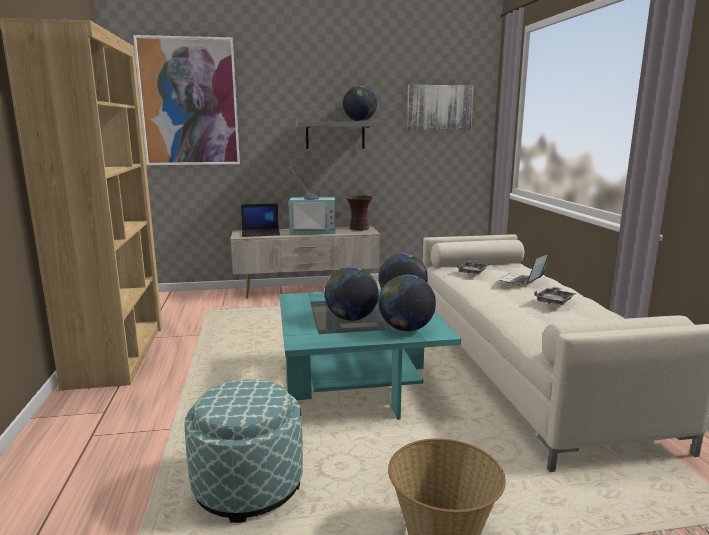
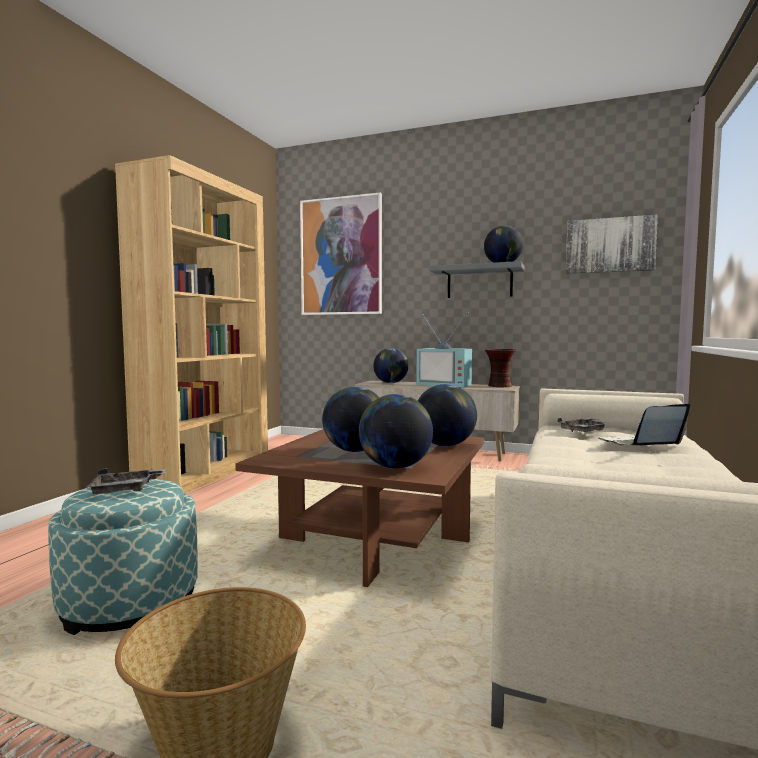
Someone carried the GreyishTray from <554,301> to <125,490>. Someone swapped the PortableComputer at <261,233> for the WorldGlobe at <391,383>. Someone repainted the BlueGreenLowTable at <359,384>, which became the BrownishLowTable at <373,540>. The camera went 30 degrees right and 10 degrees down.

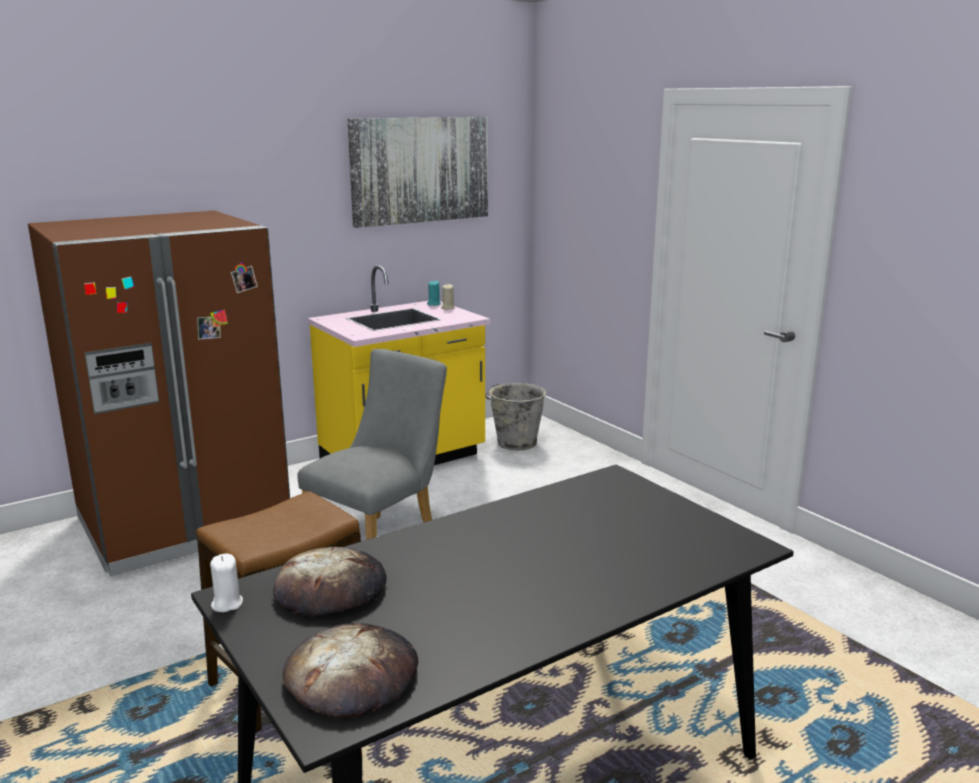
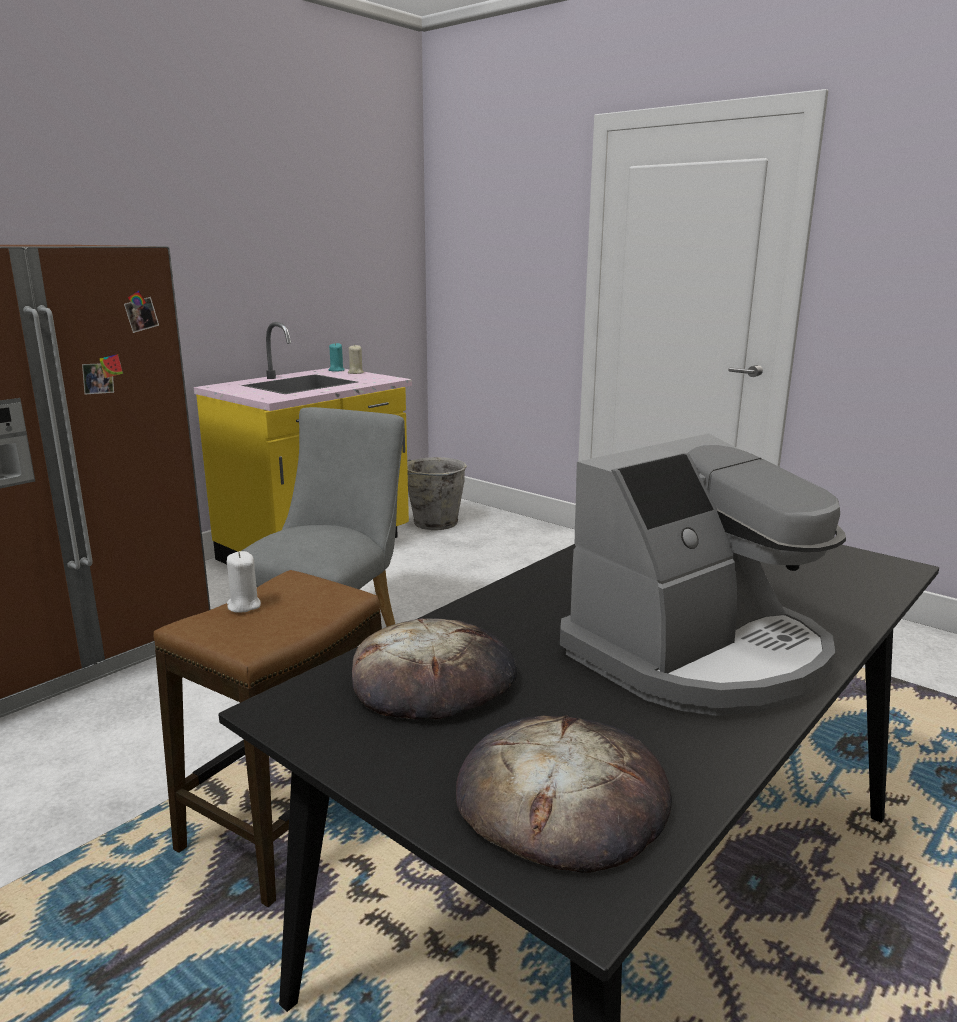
Someone took away the WallArt at <420,170>. Someone put down the CoffeeBrewer at <698,655>. Someone carried the WhitishWaxCandle from <227,604> to <243,605>. The camera went 15 degrees left and 0 degrees up.

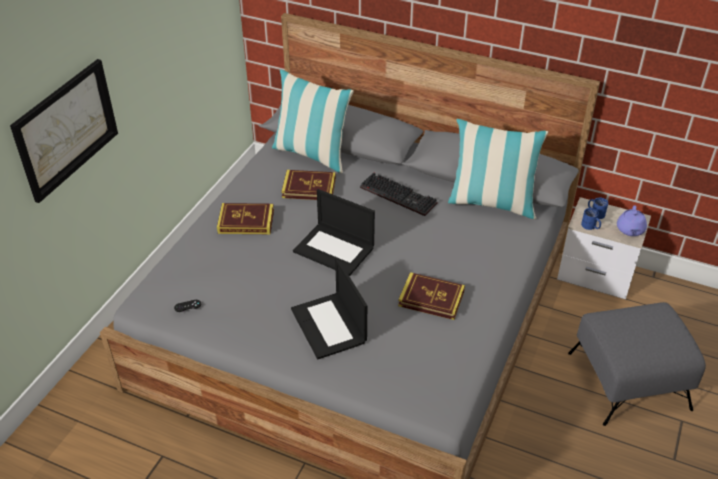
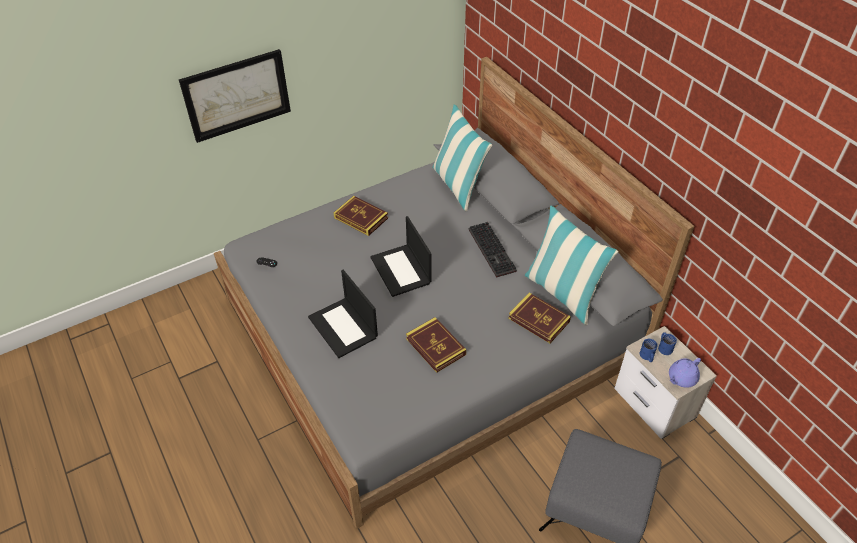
Someone carried the Book from <309,188> to <538,320>. Someone rotated the PortableComputer at <329,326> by 45 degrees counterclockwise. The camera went 35 degrees right and 5 degrees up.

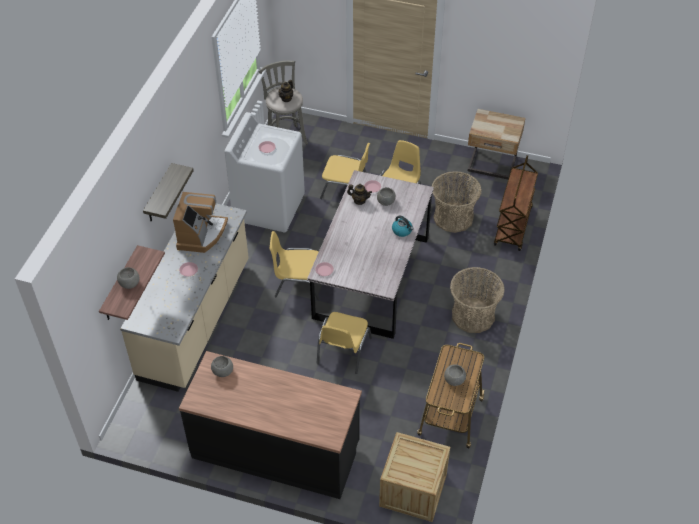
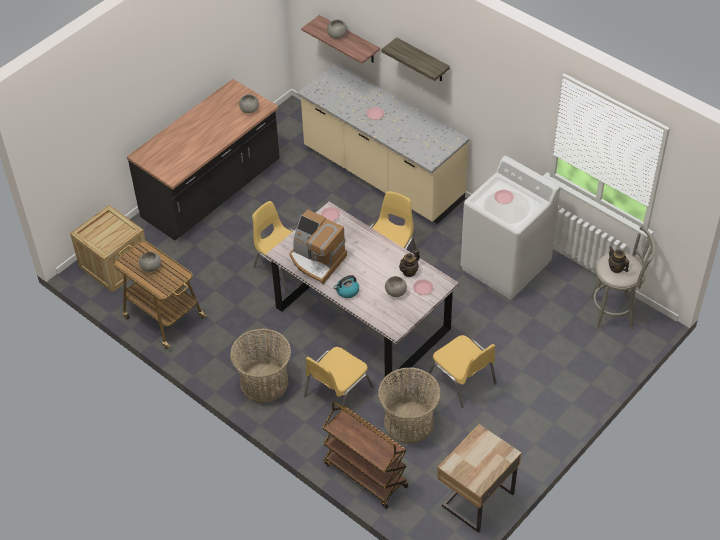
Someone carried the CoffeeBrewer from <201,234> to <316,260>. Someone carried the YellowishUprightChair from <346,189> to <337,392>. The camera went 115 degrees right and 0 degrees up.

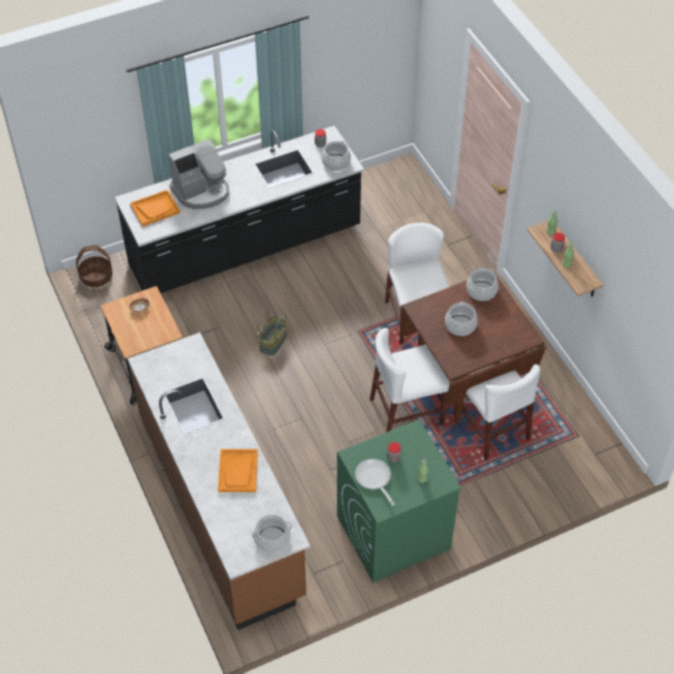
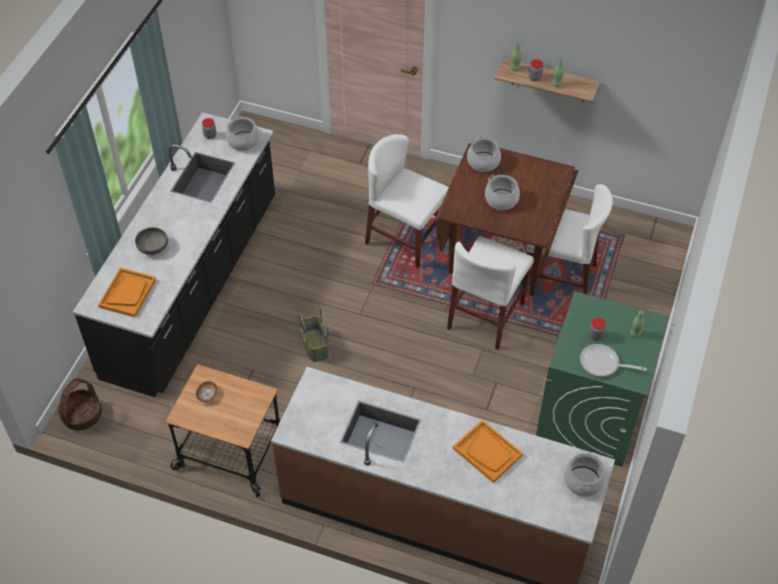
Someone swapped the CoffeeBrewer at <202,191> for the GreyishDeepDish at <153,247>. The camera went 45 degrees left and 0 degrees up.

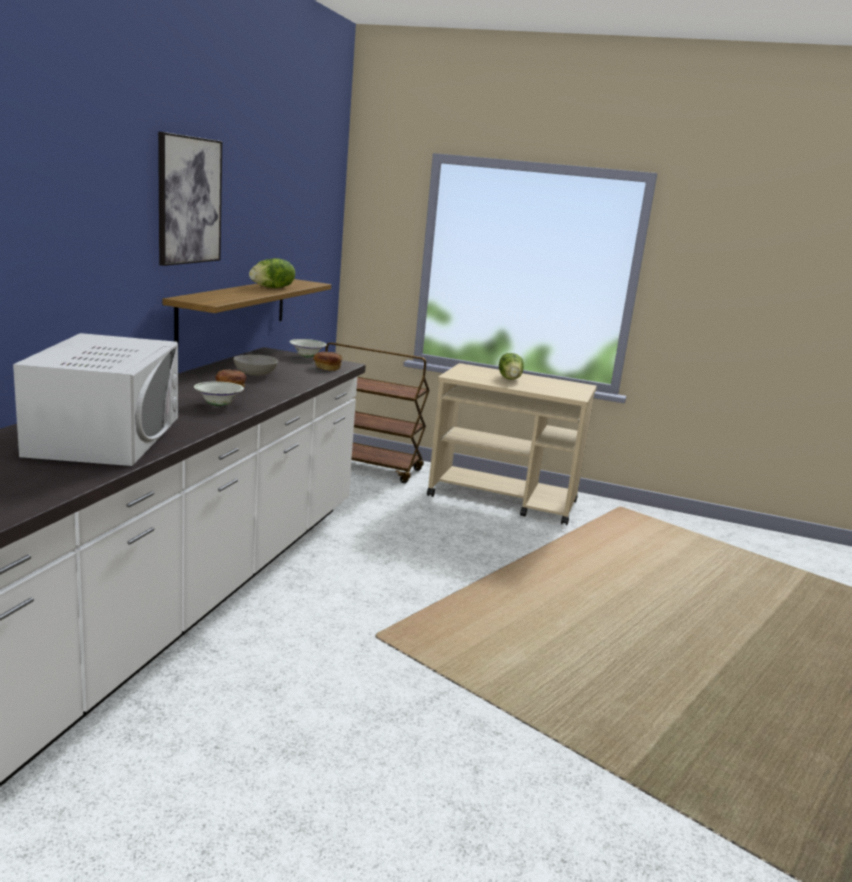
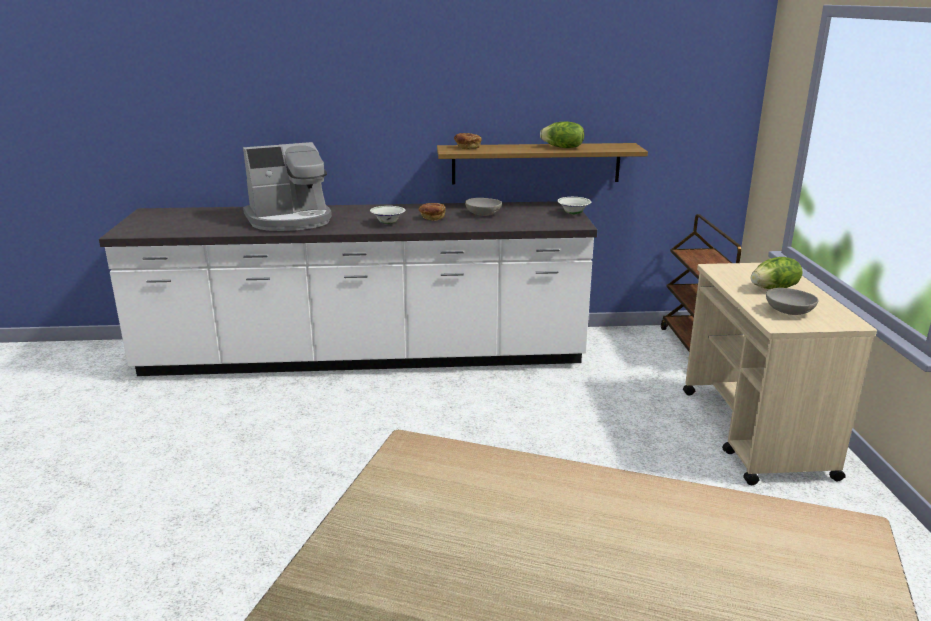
Someone took away the WallArt at <189,200>. Someone put down the GreyishDeepDish at <788,312>. Someone carried the BakedBread from <327,368> to <467,147>. Someone swapped the WhitishKitchenMicrowave at <106,436> for the CoffeeBrewer at <290,220>. The camera went 70 degrees right and 5 degrees up.

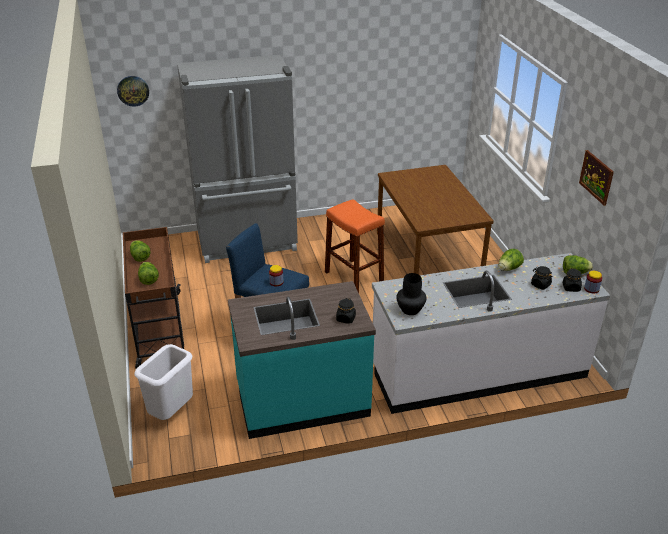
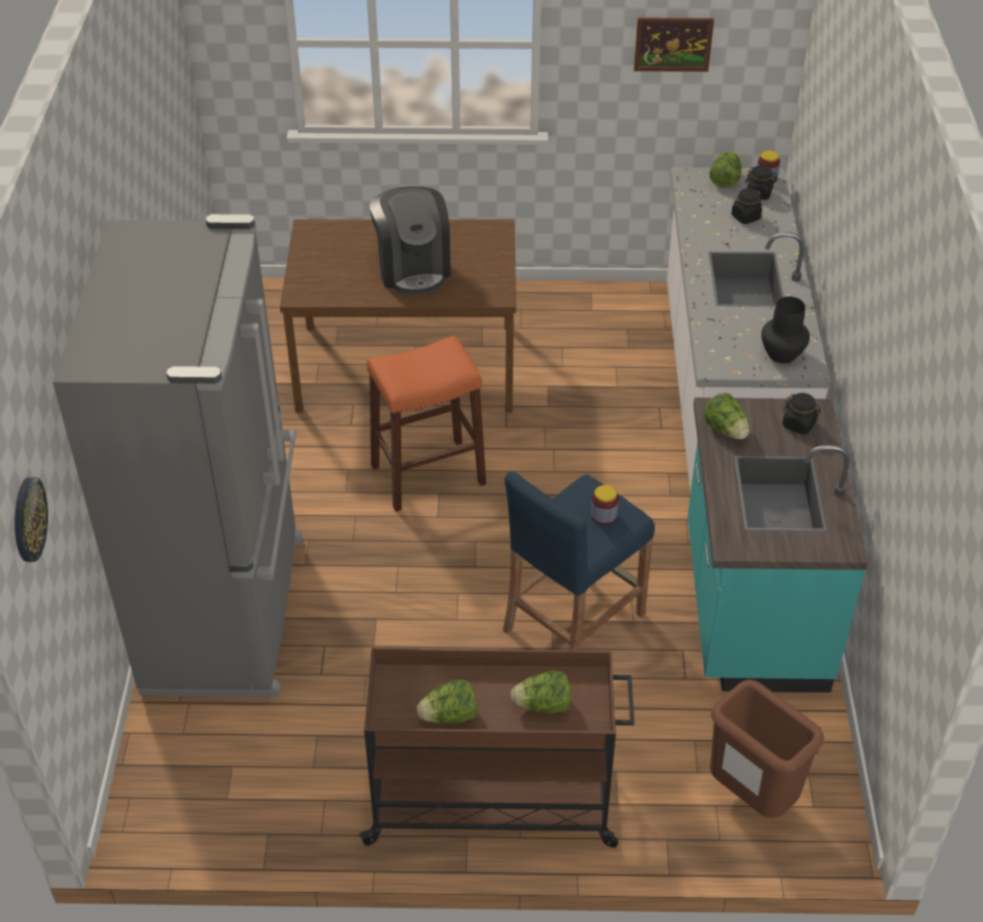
Someone put down the CoffeeBrewer at <413,269>. Someone carried the LettuceHead from <508,269> to <726,430>. Someone repainted the WhitishTrashCan at <171,413>, which became the BrownishTrashCan at <749,797>. The camera went 75 degrees left and 10 degrees up.

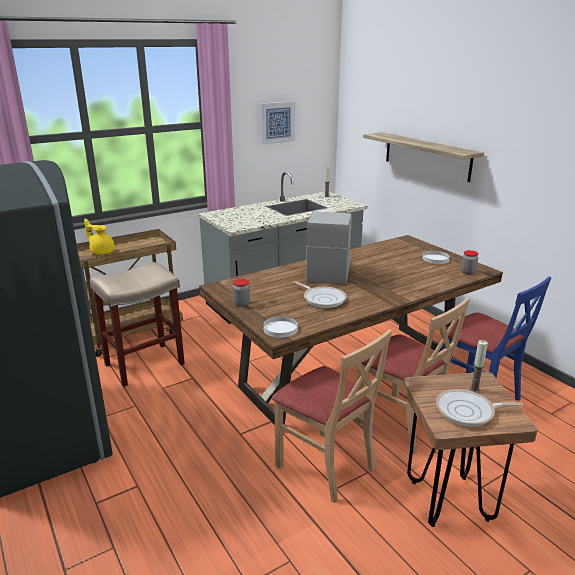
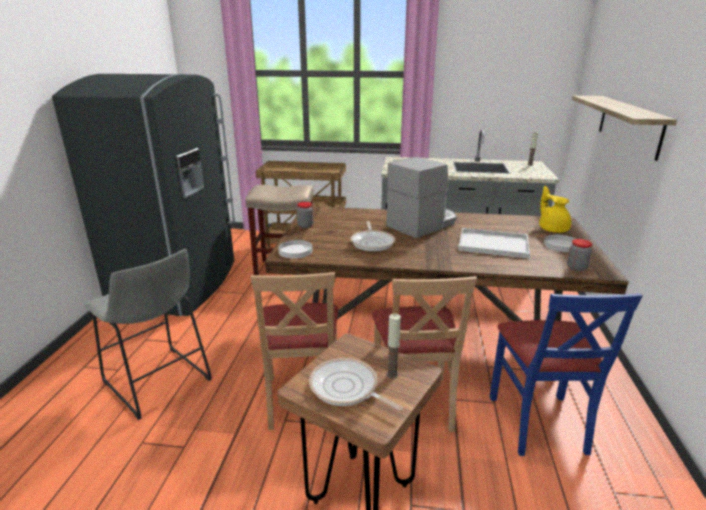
Someone took away the WallArt at <277,122>. Someone put down the GreyishStoolSeat at <159,384>. Someone put down the WhitishTray at <491,244>. Someone carried the YellowishTeapot from <102,252> to <552,229>. The camera went 40 degrees right and 0 degrees up.

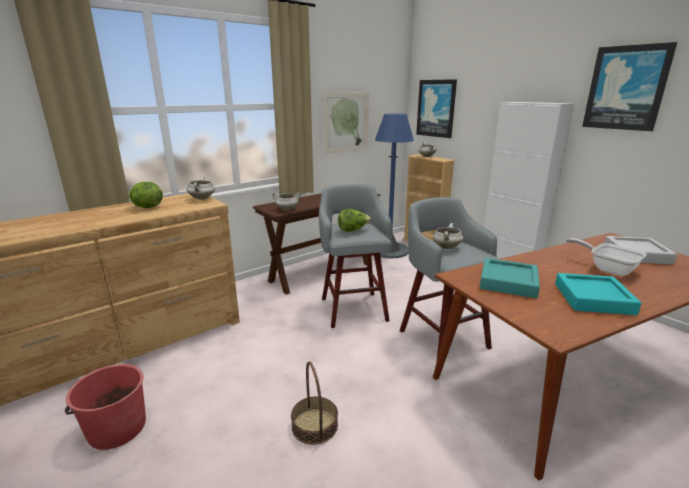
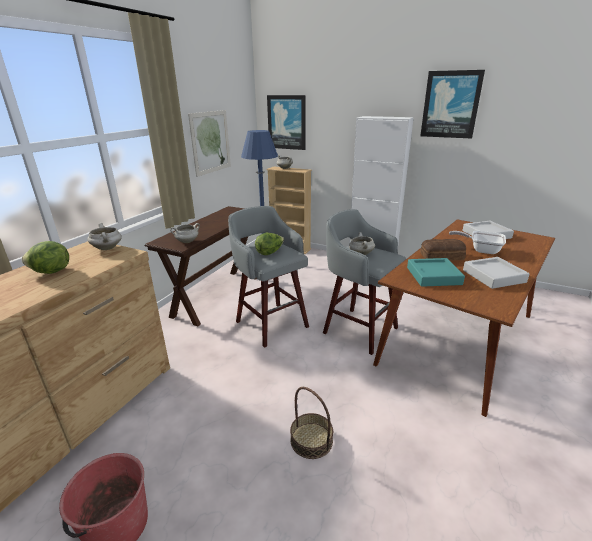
Someone put down the BakedBread at <442,257>. Someone repainted the BlueGreenTray at <593,299>, which became the GreyishTray at <493,276>. The camera went 25 degrees left and 5 degrees up.

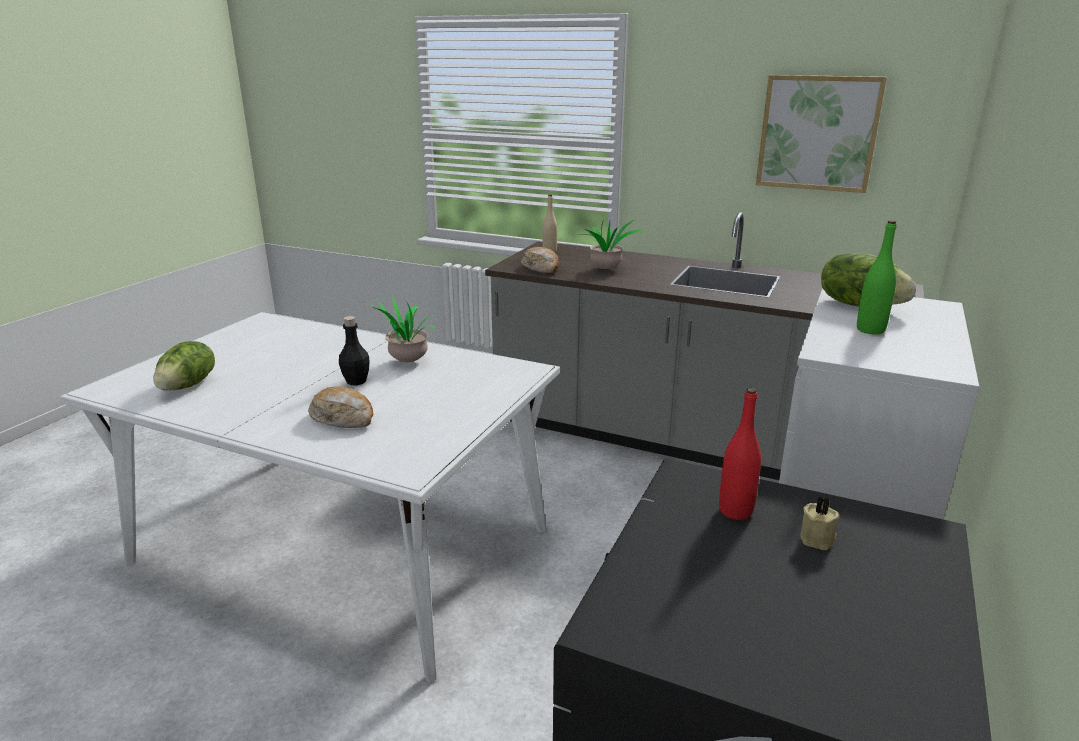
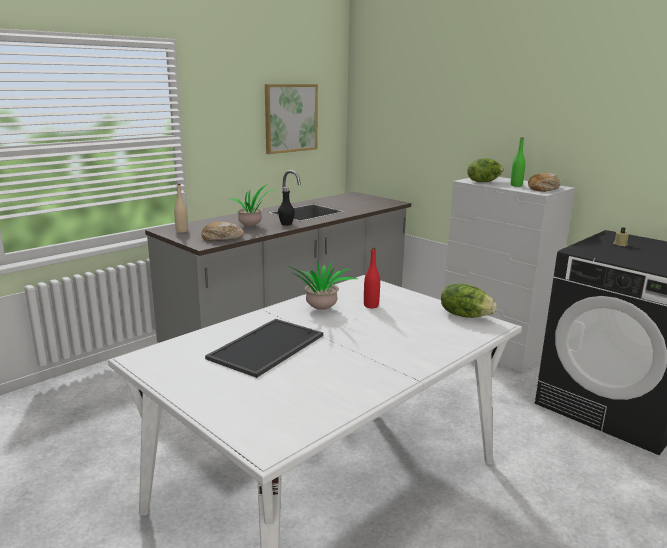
Someone put down the Tray at <267,347>. Someone carried the LettuceHead from <189,385> to <465,315>. Someone carried the BakedBread from <343,418> to <544,189>. Someone carried the BlackishBeverageBottle from <356,381> to <286,224>. Someone carried the RedColouredBeverageBottle from <735,511> to <371,305>. The camera went 70 degrees left and 5 degrees down.

